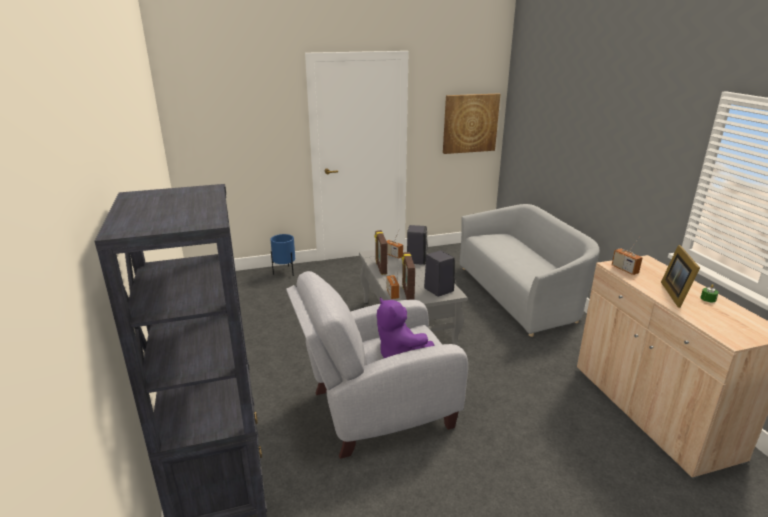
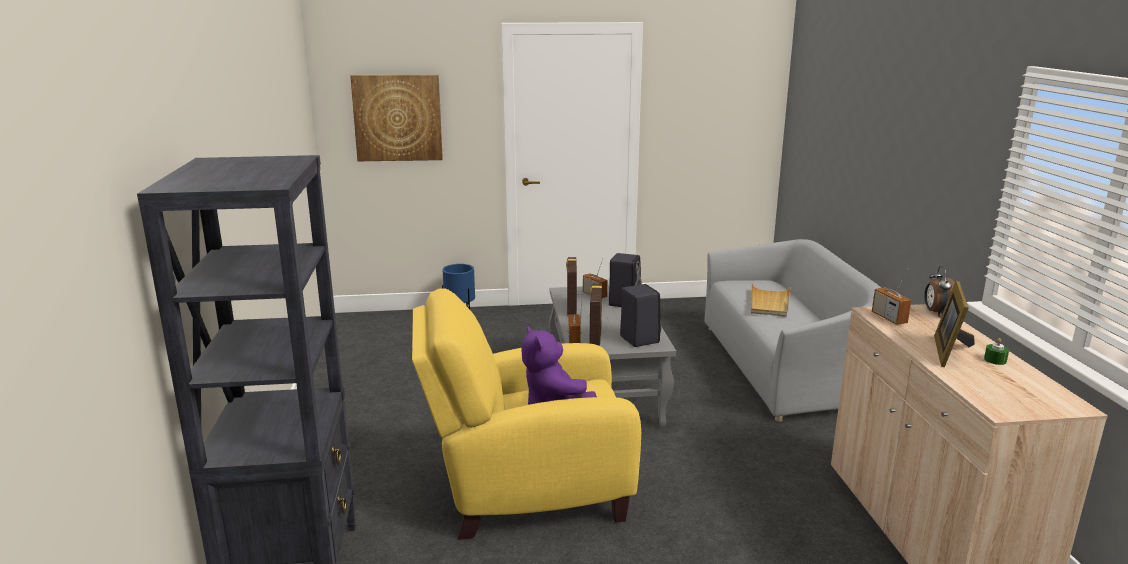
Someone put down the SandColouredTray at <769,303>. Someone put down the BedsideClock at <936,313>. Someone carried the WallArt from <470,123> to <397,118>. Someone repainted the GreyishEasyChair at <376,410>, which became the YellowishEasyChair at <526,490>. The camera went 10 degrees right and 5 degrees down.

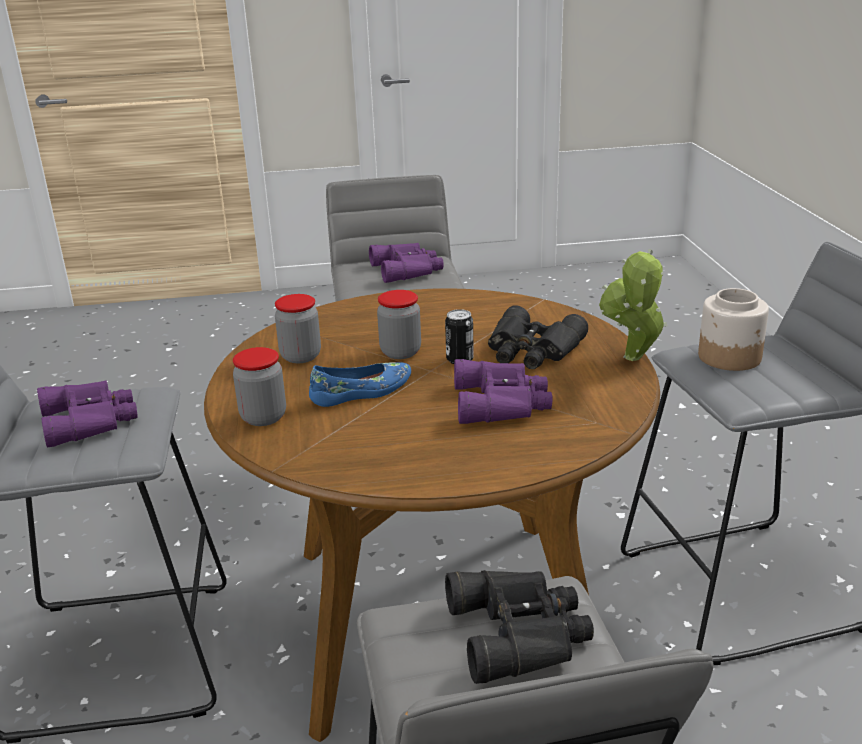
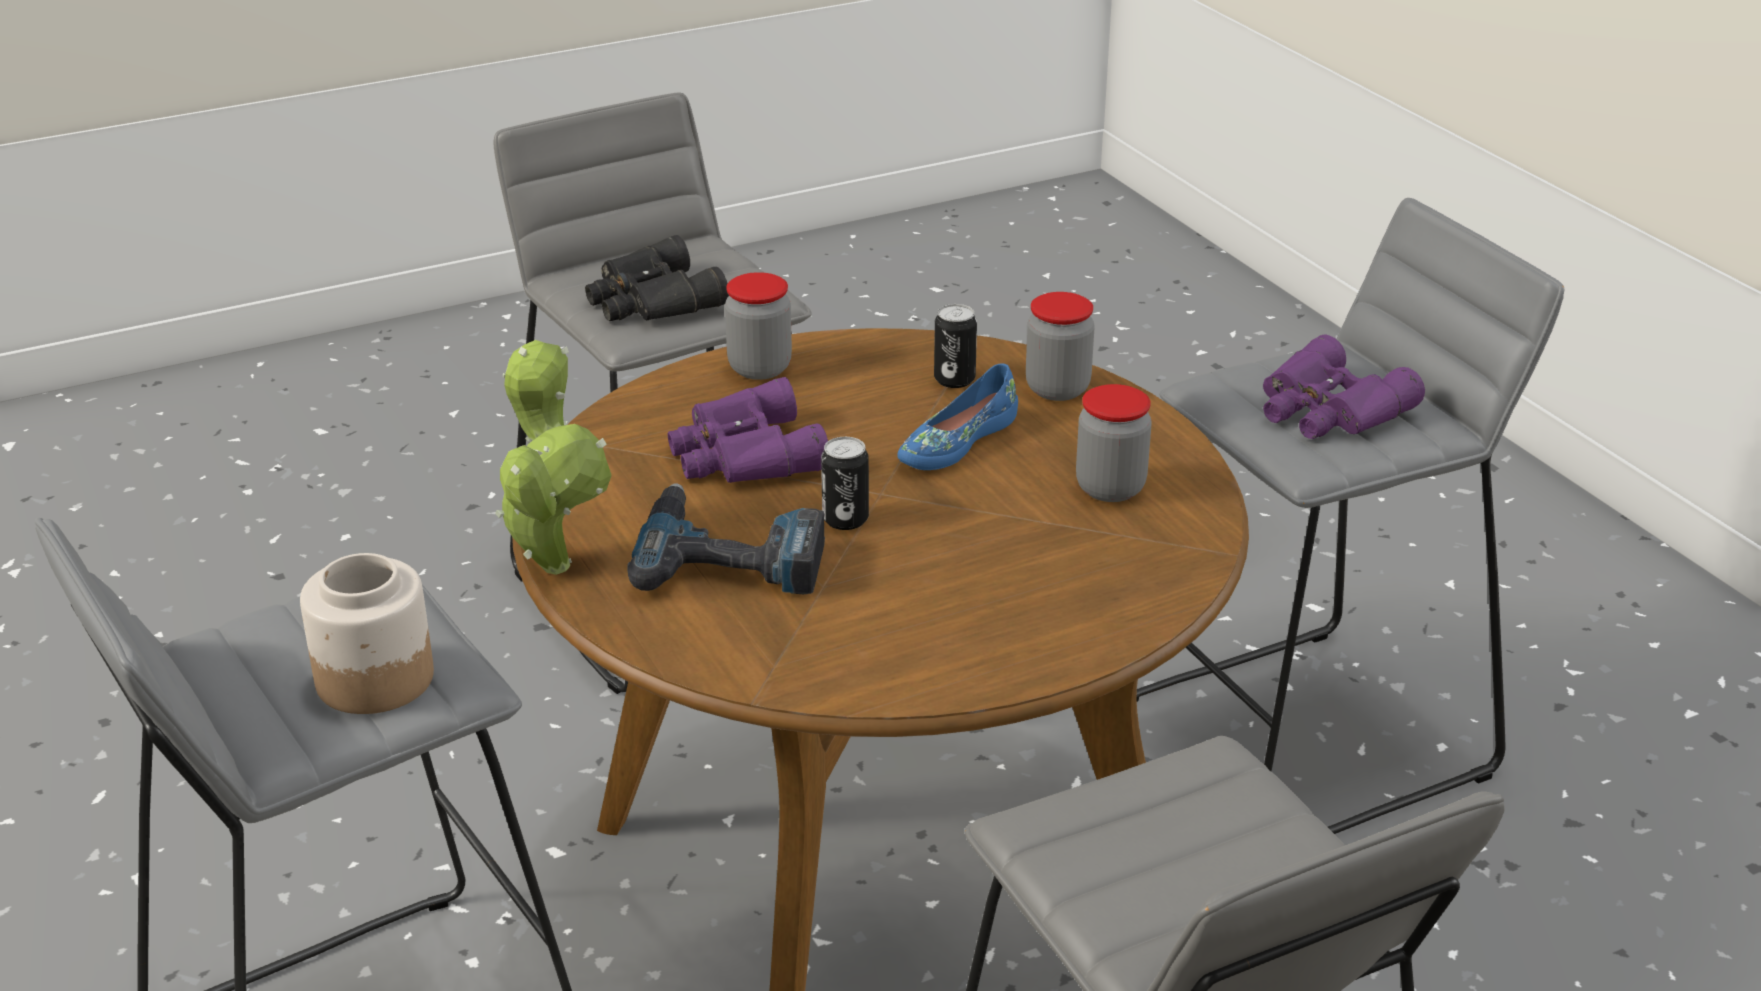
Someone took away the PurplePairOfBinoculars at <408,270>. Someone put down the SealedCan at <954,379>. Someone carried the PreserveJar from <400,352> to <760,368>. Someone swapped the BlackishPairOfBinoculars at <532,351> for the Drill at <731,556>. The camera went 160 degrees right and 5 degrees up.

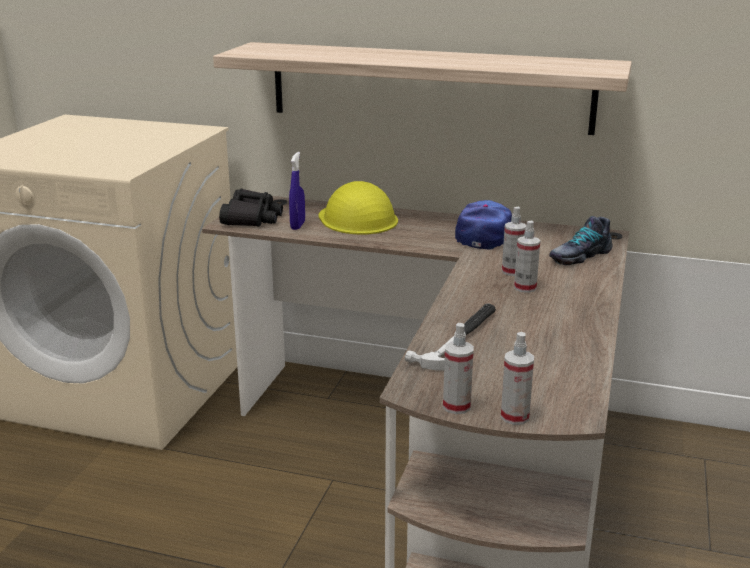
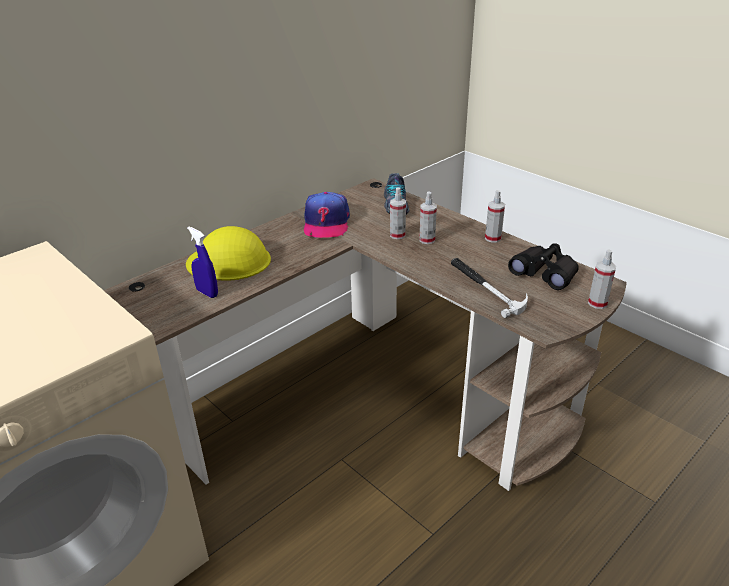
Someone took away the Shelf at <429,87>. Someone carried the BlackishPairOfBinoculars from <252,218> to <545,273>. Someone carried the SprayBottle from <456,406> to <493,238>. Someone rotated the BaseballCap at <486,235> by 135 degrees counterclockwise. The camera went 60 degrees left and 10 degrees up.

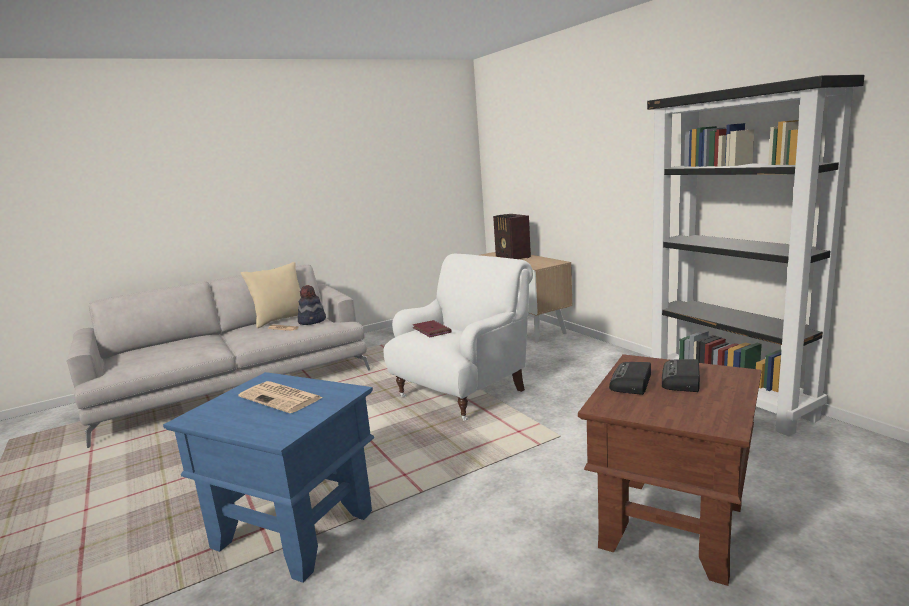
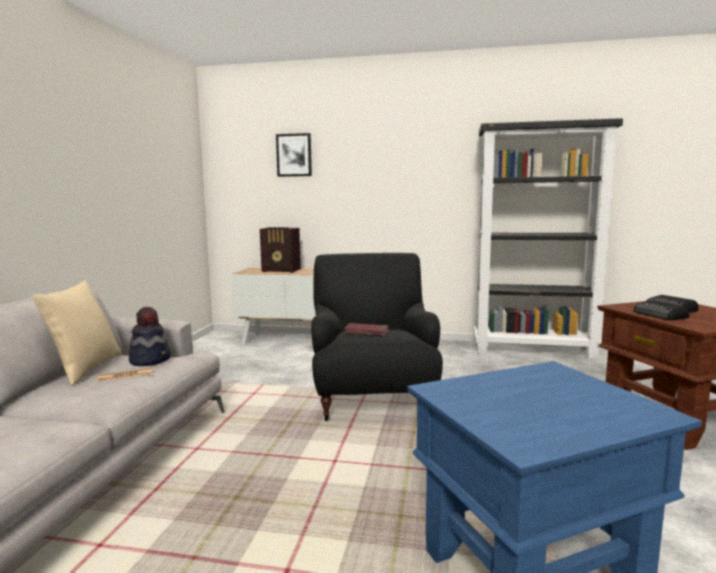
Someone took away the DailyPaper at <282,398>. Someone put up the WallArt at <294,155>. Someone repainted the WhitishEasyChair at <464,393>, which became the BlackishEasyChair at <372,399>. The camera went 50 degrees left and 5 degrees down.

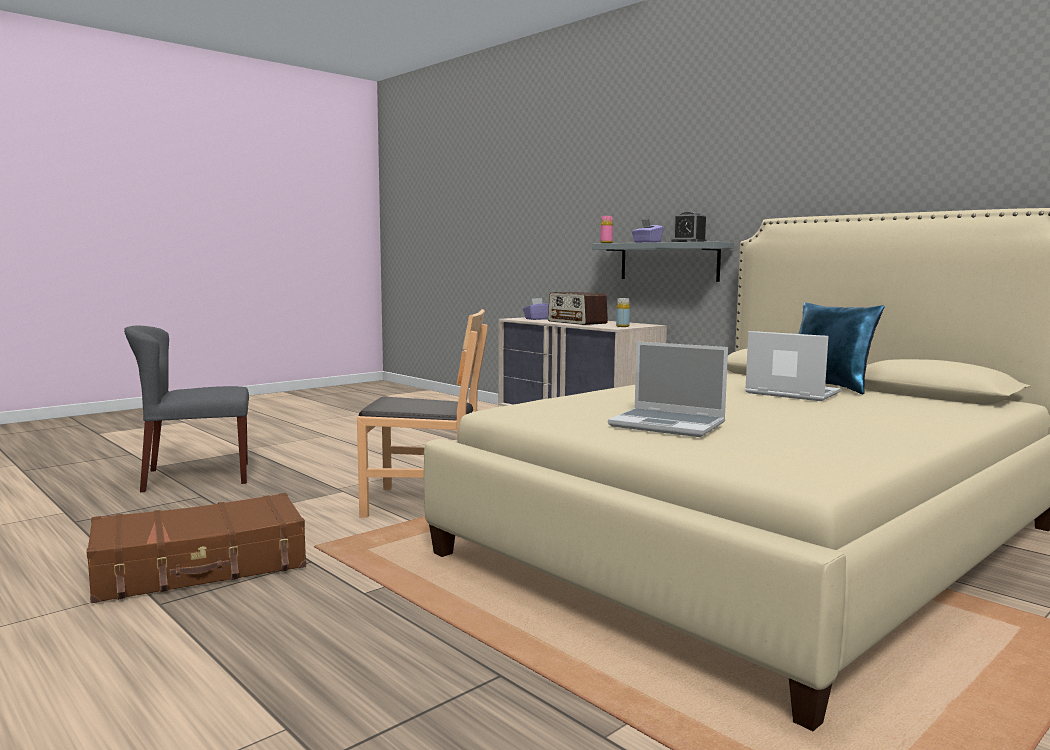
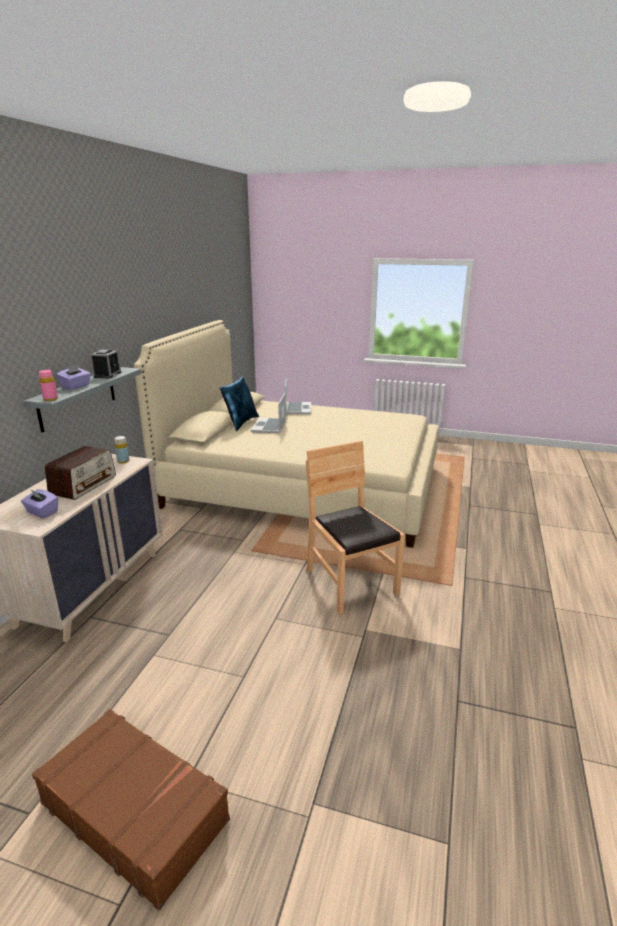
Someone took away the GreyishUprightChair at <196,477>. Someone carried the BrownishSuitcase from <201,567> to <135,810>. Someone carried the PortableComputer from <669,425> to <297,409>. The camera went 120 degrees left and 15 degrees up.

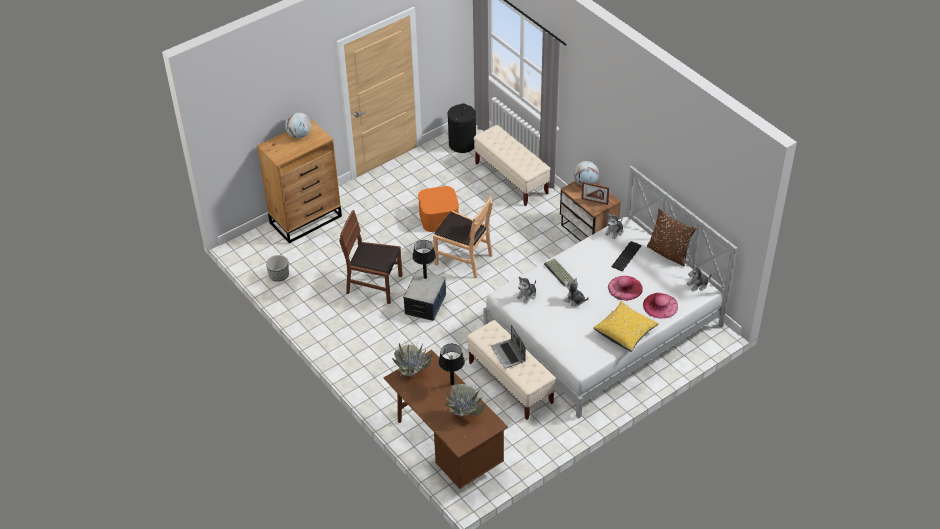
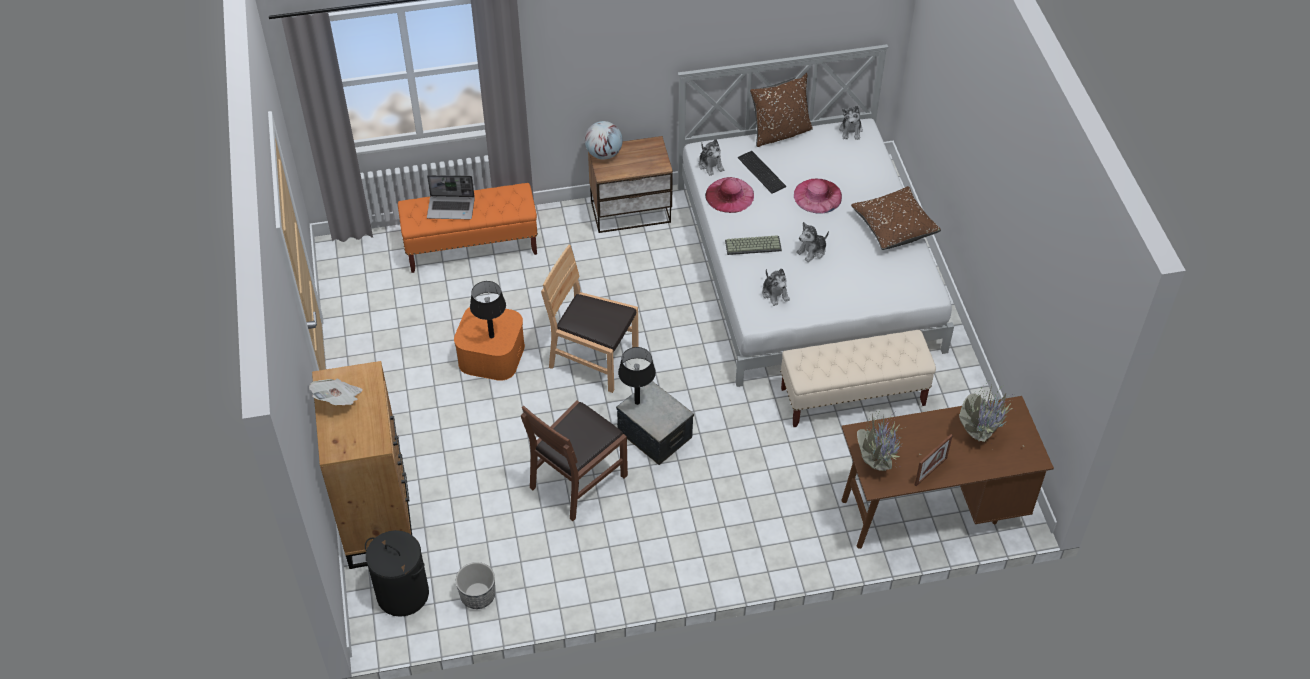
Someone carried the BlackishTabletopLamp from <452,383> to <491,336>. Someone carried the BlackishHamper from <462,144> to <403,594>. Someone carried the PortableComputer from <509,354> to <451,208>. Someone carried the StandingFrame from <594,201> to <930,471>. Someone carried the PinkColouredClothingHat from <660,305> to <729,195>. Someone swapped the WorldGlobe at <299,135> for the DailyPaper at <338,399>. Someone repainted the SandColouredIndoorBench at <511,179>, which became the OrangeColouredIndoorBench at <472,247>. Someone repainted the YellowishCushion at <625,332>, which became the BrownishCushion at <894,227>. Someone rotated the BrownishUprightChair at <463,259> by 120 degrees counterclockwise. The camera went 65 degrees left and 5 degrees up.

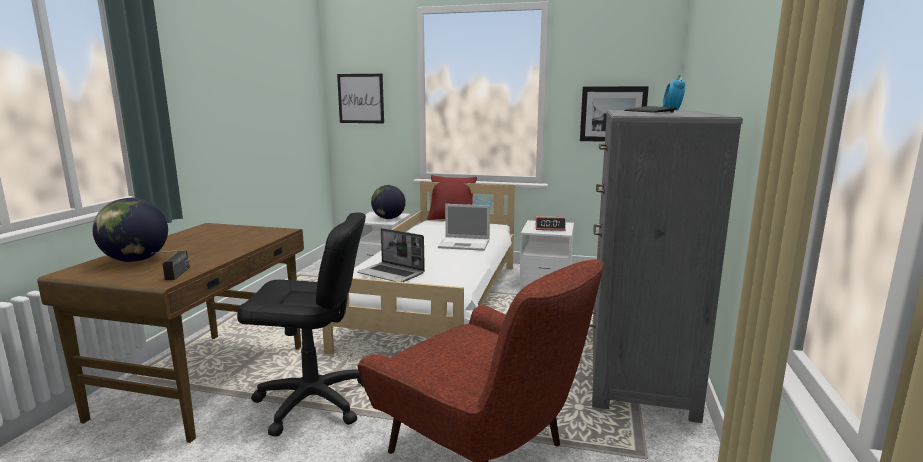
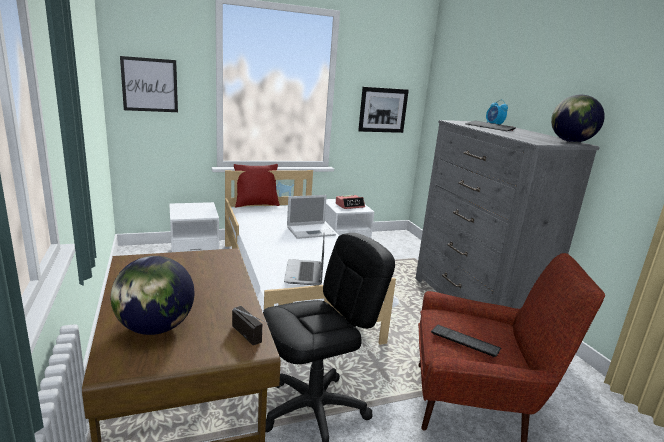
Someone put down the Keyboard at <465,341>. Someone carried the WorldGlobe from <388,218> to <570,141>. Someone rotated the PortableComputer at <392,274> by 90 degrees clockwise. The camera went 35 degrees left and 5 degrees up.

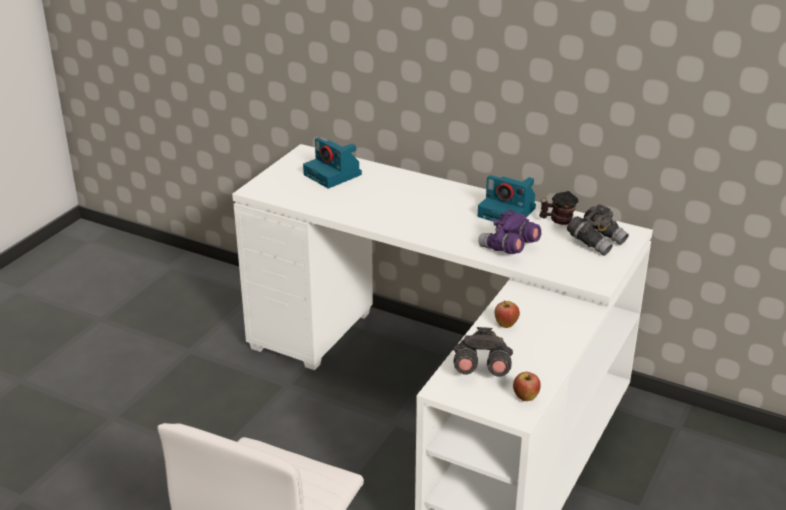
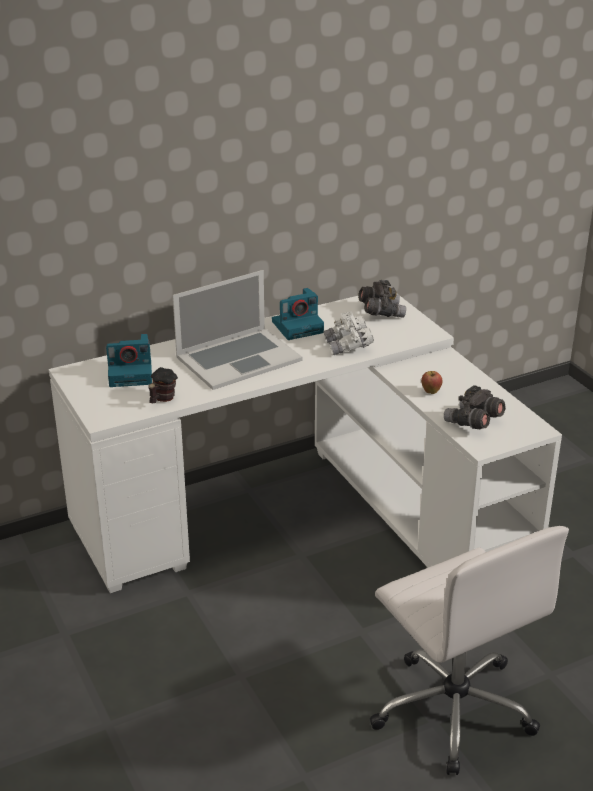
Someone took away the WholeApple at <525,398>. Someone put down the PortableComputer at <238,358>. Someone carried the TeaMug from <557,221> to <162,399>. Someone repainted the PurplePairOfBinoculars at <508,248>, which became the WhitishPairOfBinoculars at <348,346>. The camera went 55 degrees left and 0 degrees up.

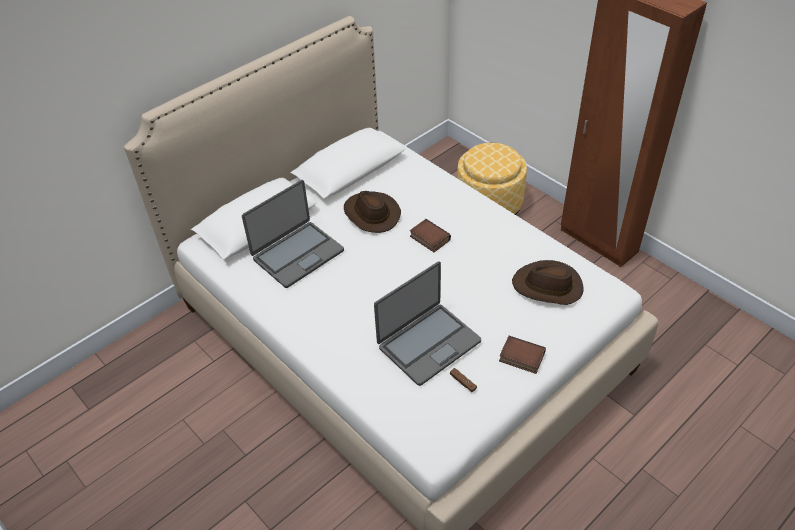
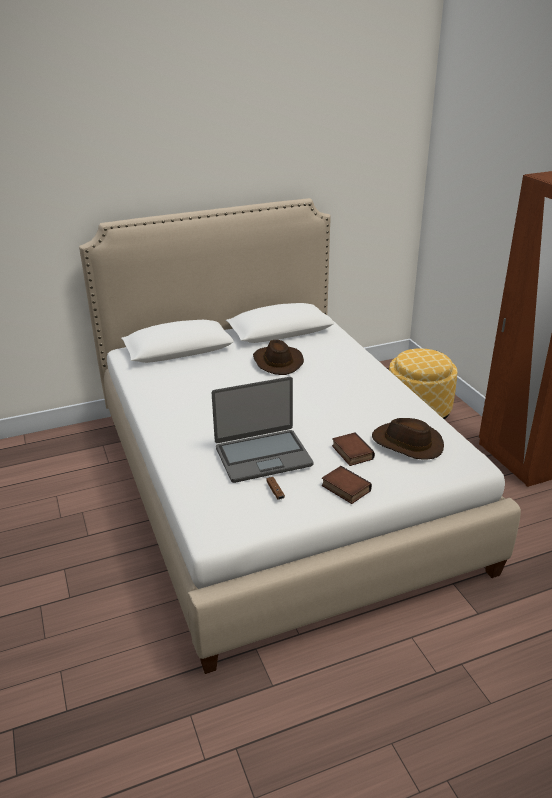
Someone took away the PortableComputer at <297,254>. Someone carried the Book from <428,238> to <351,452>. The camera went 20 degrees right and 15 degrees down.

